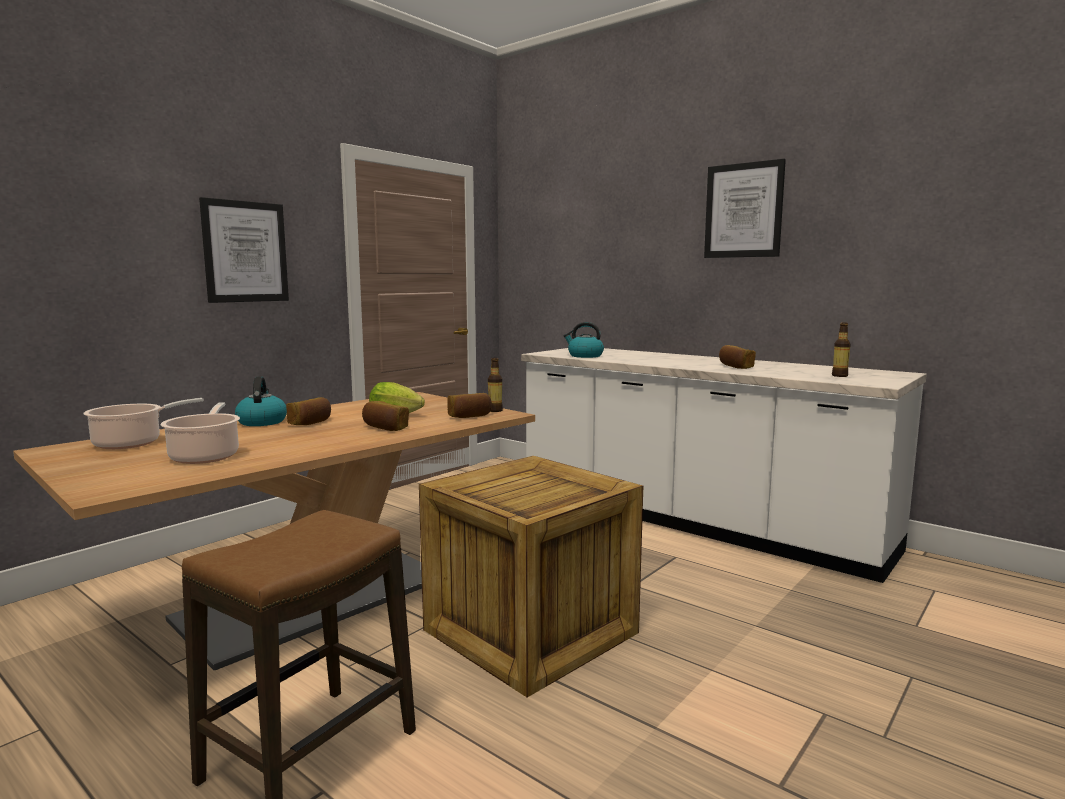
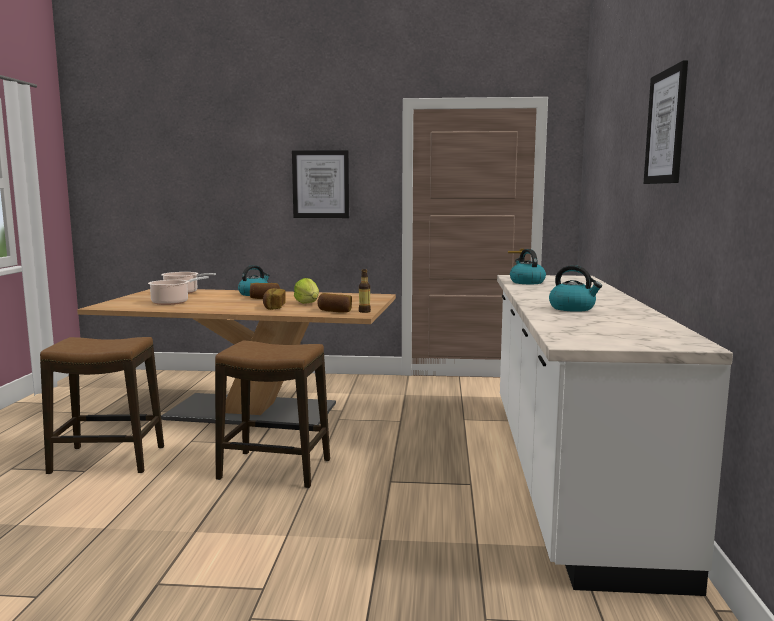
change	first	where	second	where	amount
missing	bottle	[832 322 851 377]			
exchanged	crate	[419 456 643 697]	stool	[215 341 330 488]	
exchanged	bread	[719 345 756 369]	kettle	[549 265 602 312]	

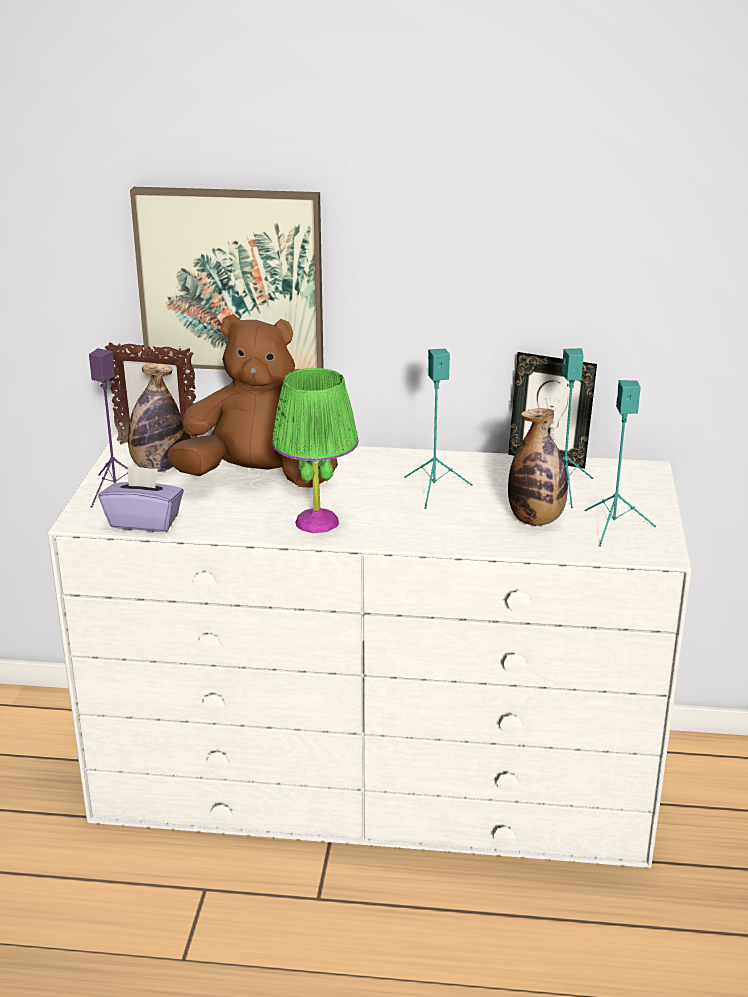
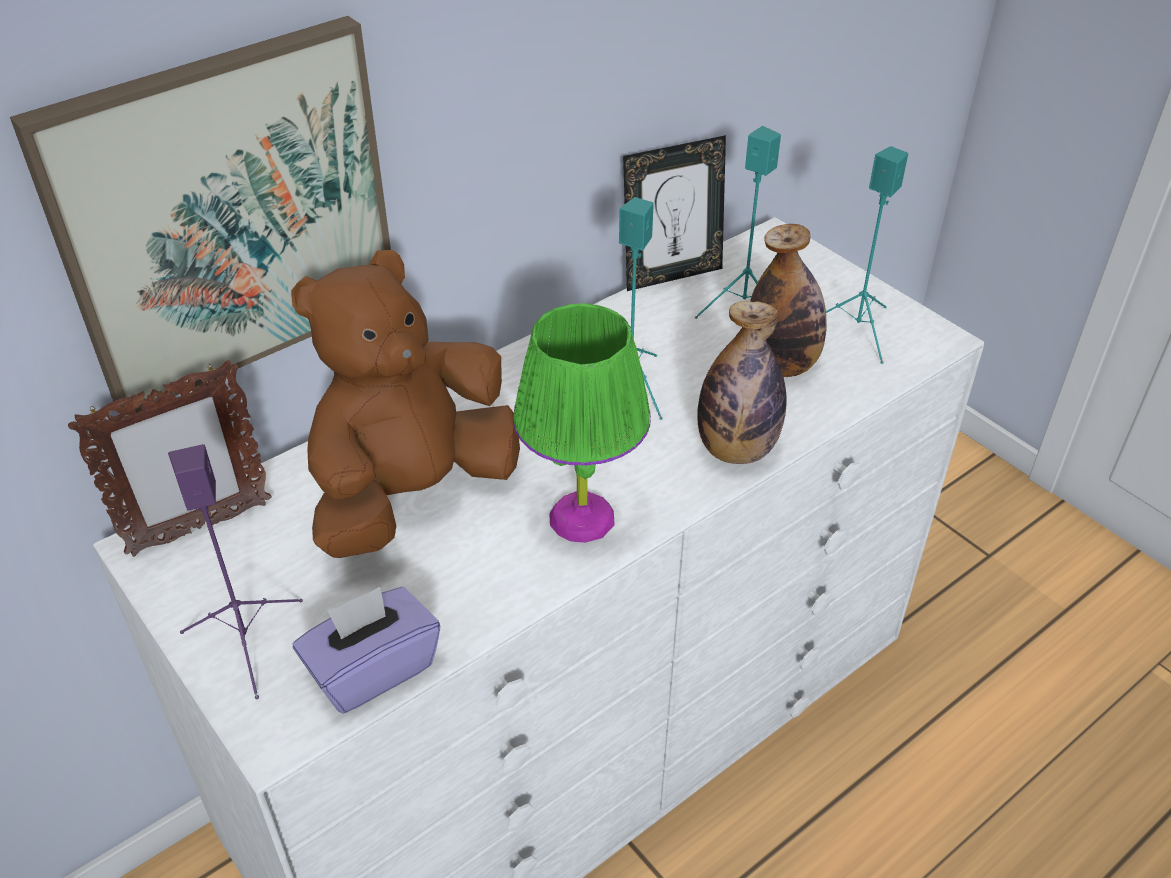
change	first	where	second	where	amount
relocated	bottle	[128 363 183 472]		[697 301 787 464]	

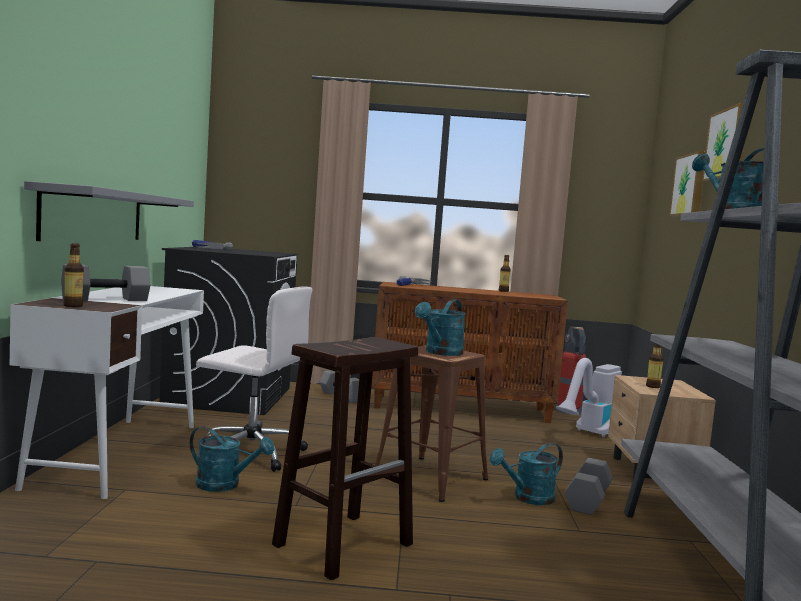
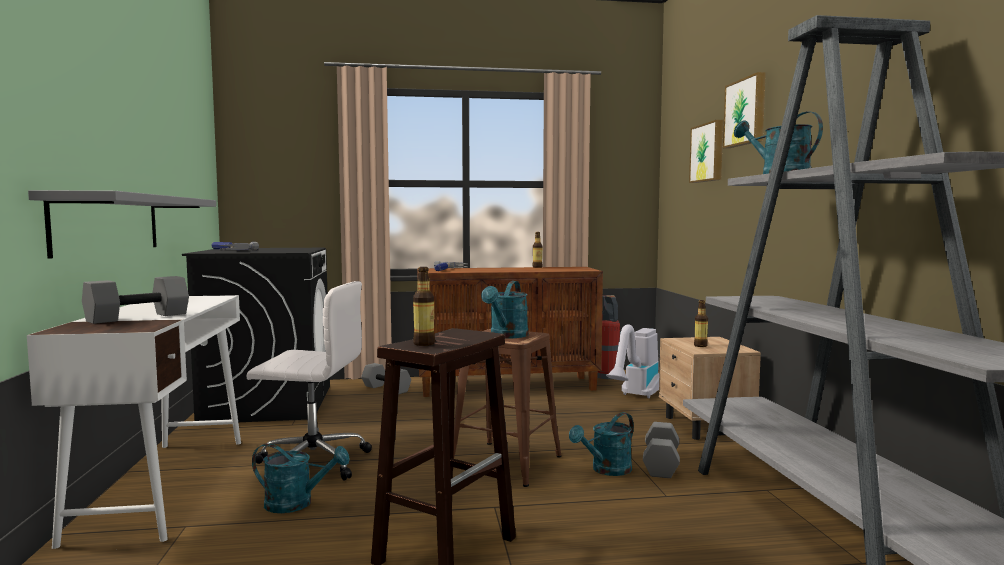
change	first	where	second	where	amount
relocated	bottle	[63 243 84 307]		[413 267 435 346]	

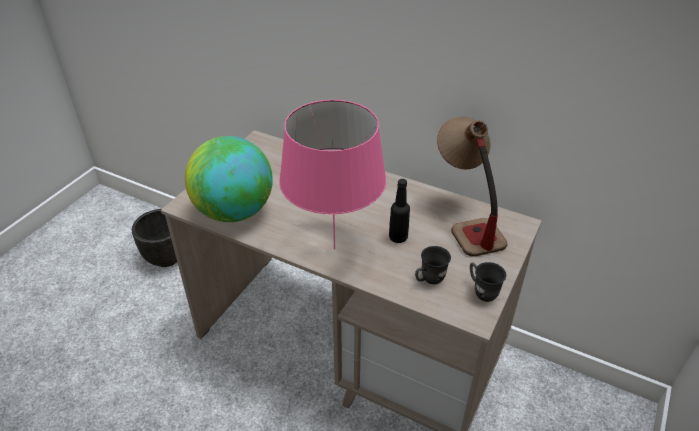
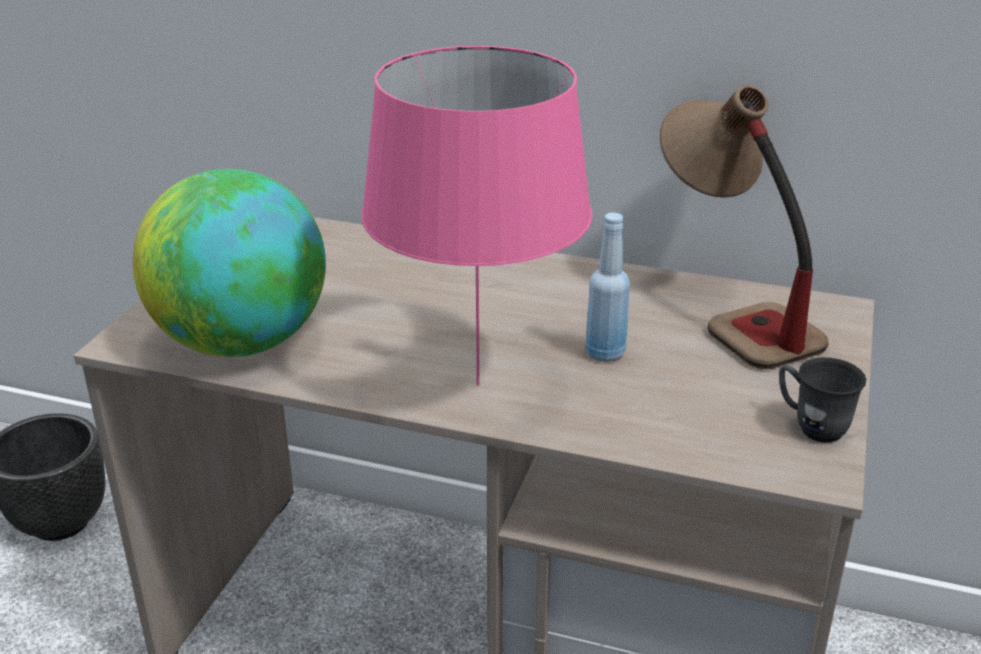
change	first	where	second	where	amount
missing	mug (grey)	[415 246 451 284]			
colour	bottle (black)	[389 179 410 243]	bottle (blue)	[585 212 630 362]	

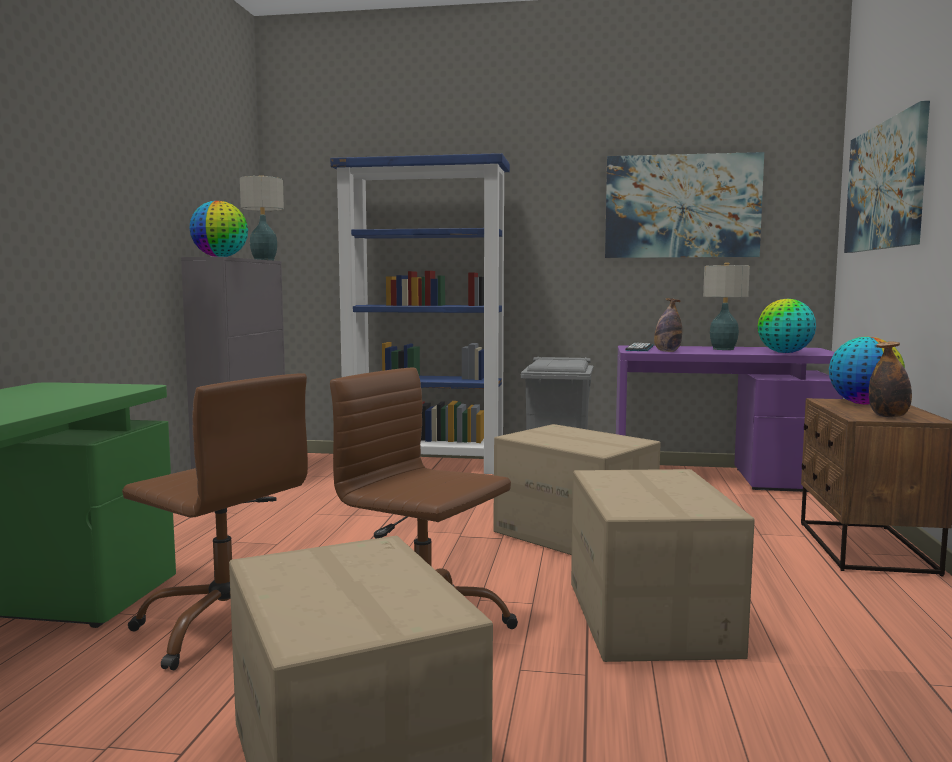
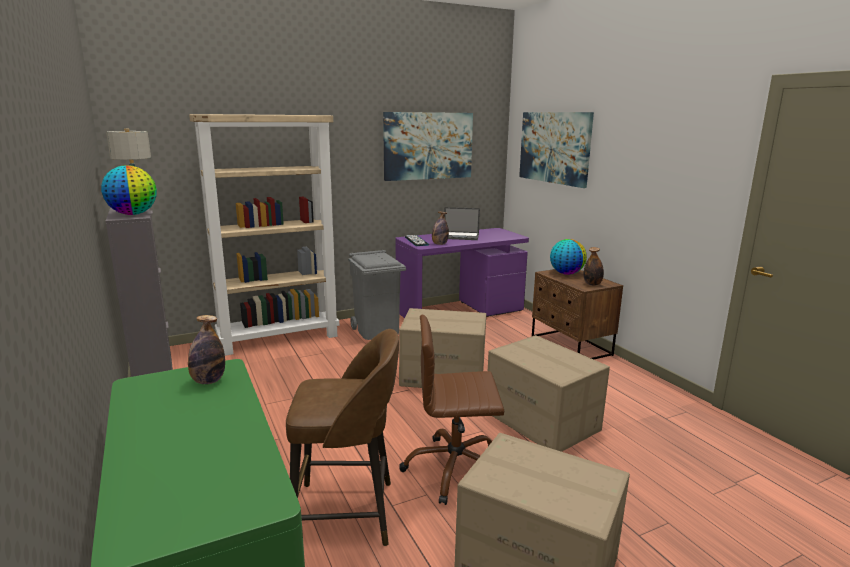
change	first	where	second	where	amount
missing	globe	[758 299 816 353]			
appeared			bottle	[188 315 225 384]	
exchanged	office chair (brown)	[122 373 308 670]	stool (brown)	[286 329 399 546]	
exchanged	table lamp	[703 263 750 350]	laptop	[444 207 480 240]	
colour	bookcase (blue)	[330 153 510 474]	bookcase (beige)	[189 114 339 356]	

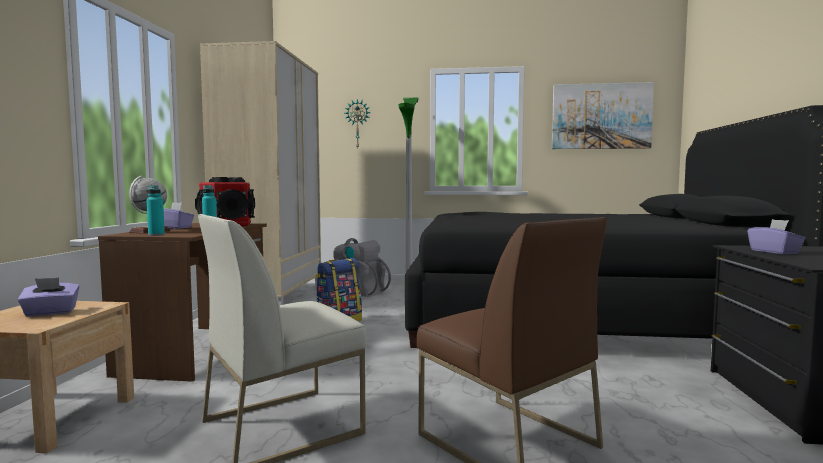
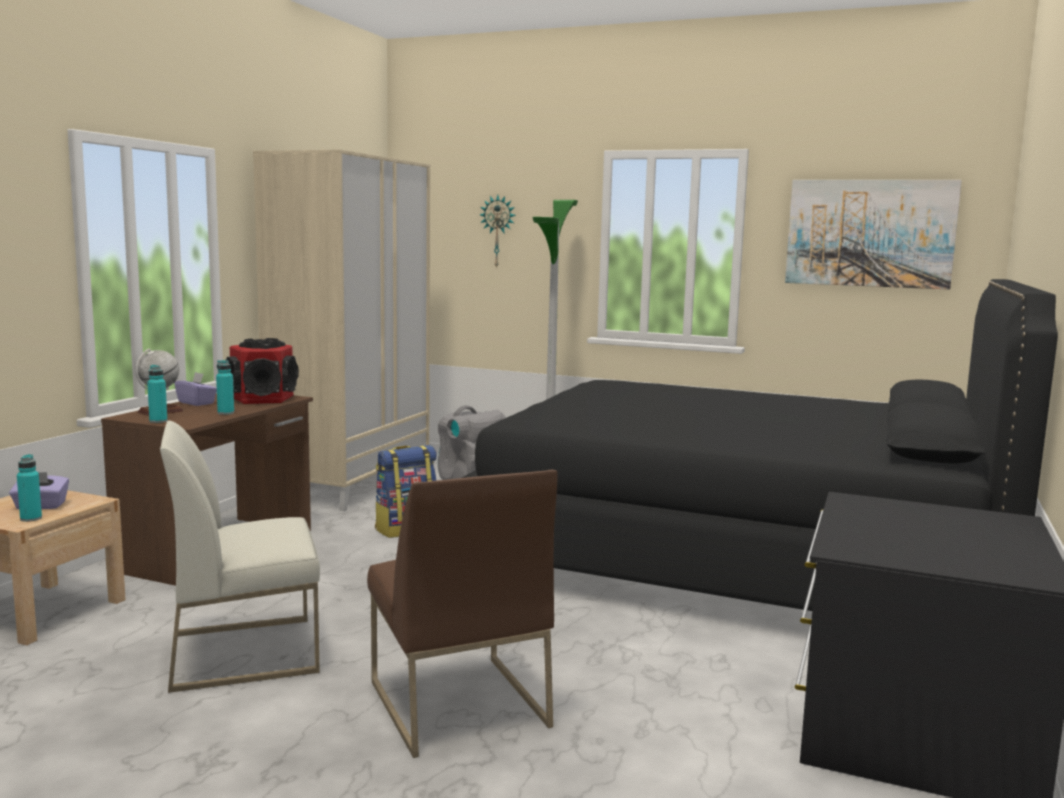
change	first	where	second	where	amount
missing	tissue box (purple)	[747 219 806 254]			
appeared			bottle (turquoise)	[17 454 42 522]	

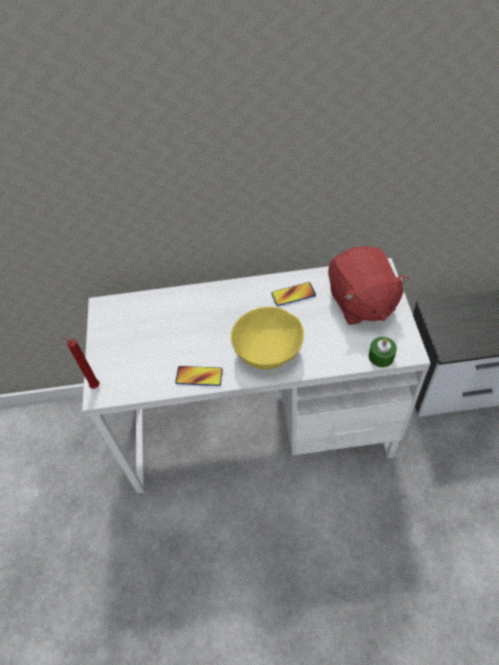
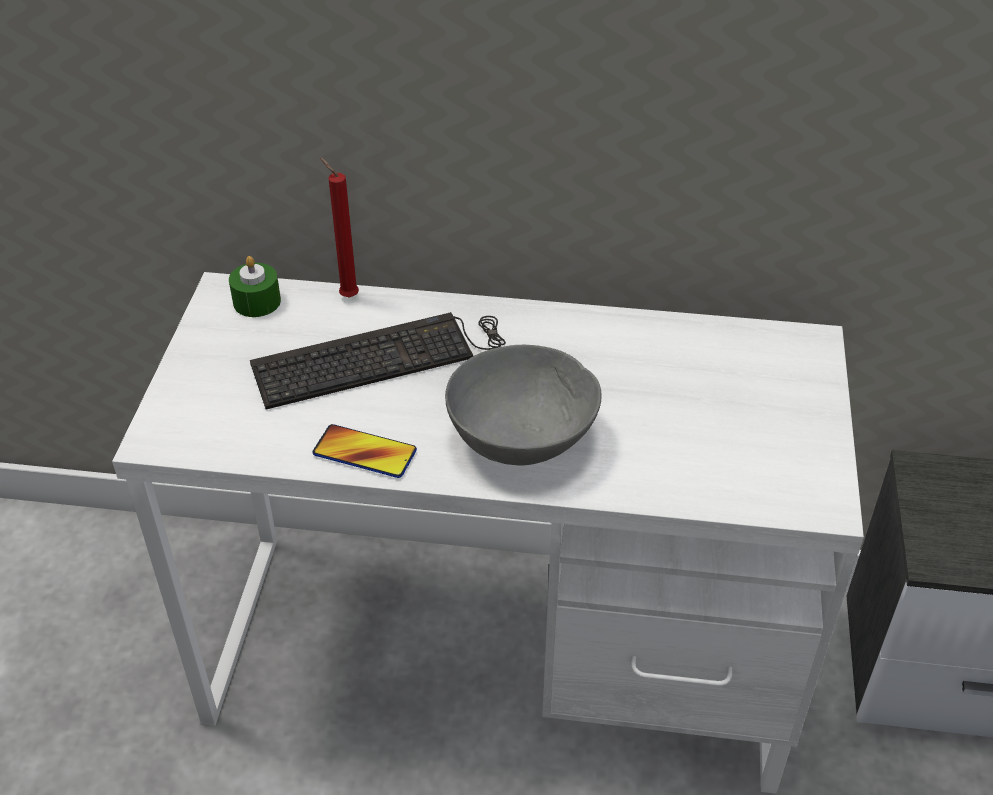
change	first	where	second	where	amount
missing	phone	[271 282 316 306]			
missing	plush toy (red)	[328 246 409 325]			
appeared			keyboard	[250 312 506 409]	
relocated	candle (red)	[59 335 100 389]		[320 158 359 298]	
relocated	candle (green)	[369 337 397 367]		[229 256 281 317]	
colour	bowl (yellow)	[231 307 304 370]	bowl (grey)	[445 345 602 465]	

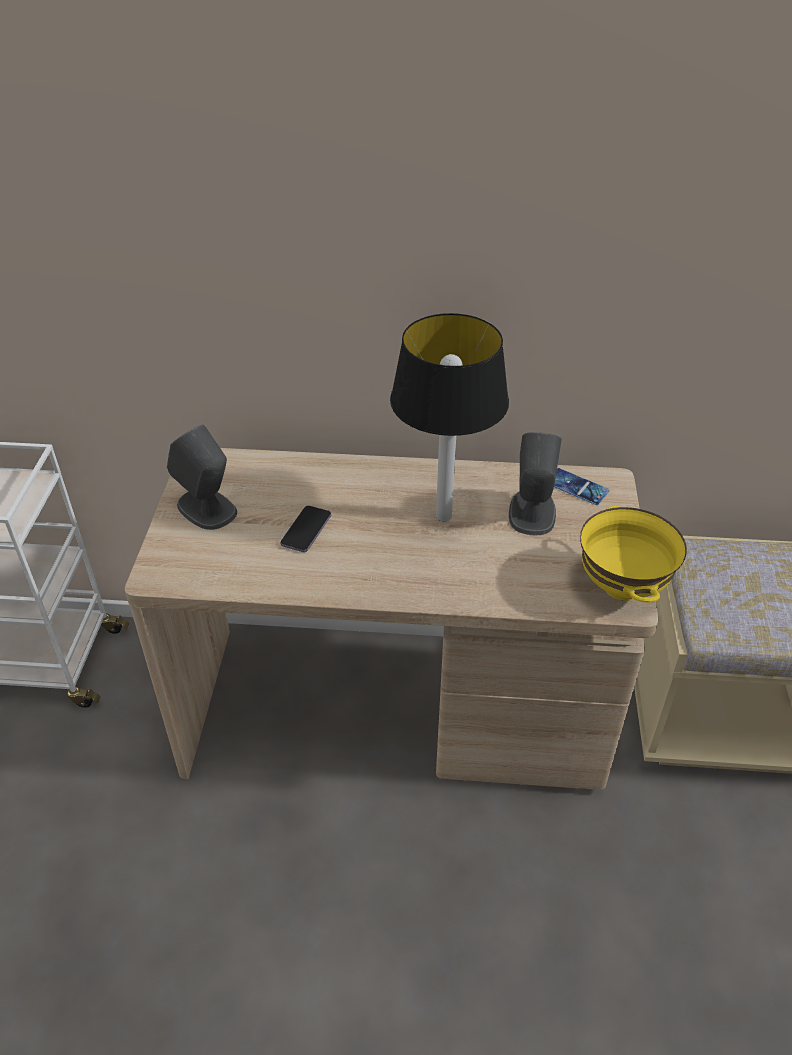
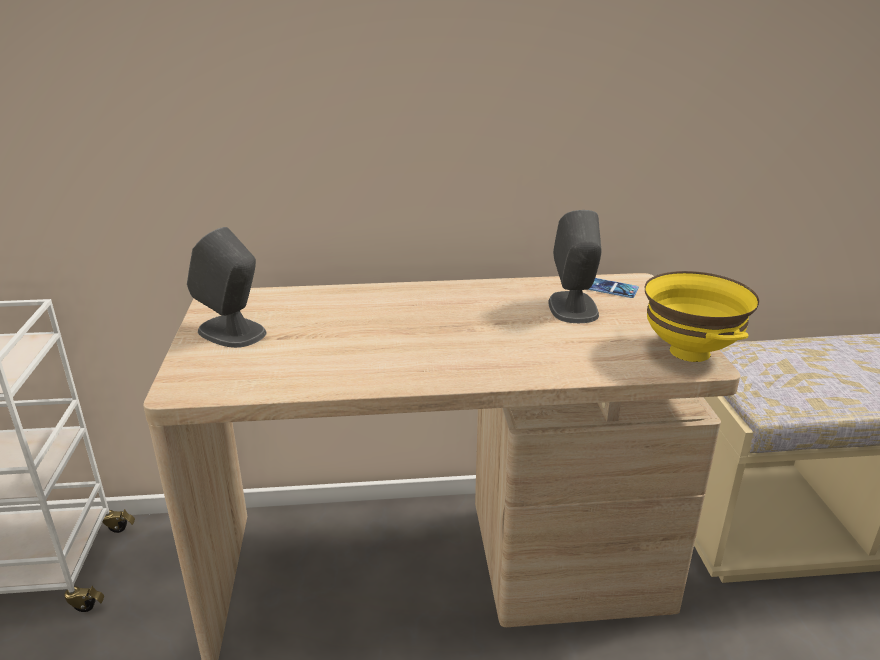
change	first	where	second	where	amount
missing	phone	[280 506 331 552]			
missing	table lamp	[390 313 509 521]			

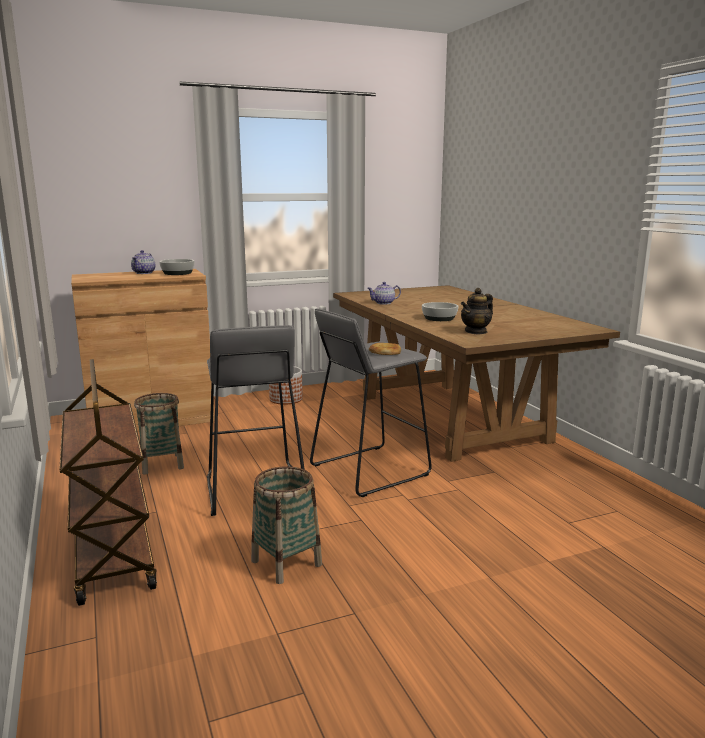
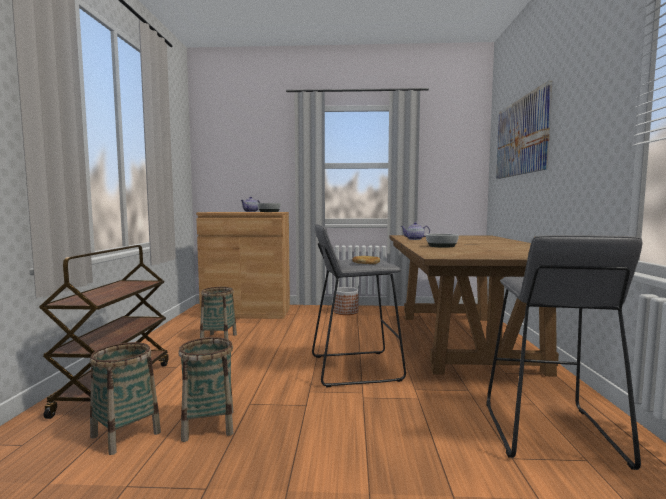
change	first	where	second	where	amount
missing	teapot	[461 288 493 335]			
appeared			basket	[90 342 161 455]	
appeared			picture	[496 81 552 179]	
relocated	stool (grey)	[207 325 305 516]		[486 235 643 470]	

